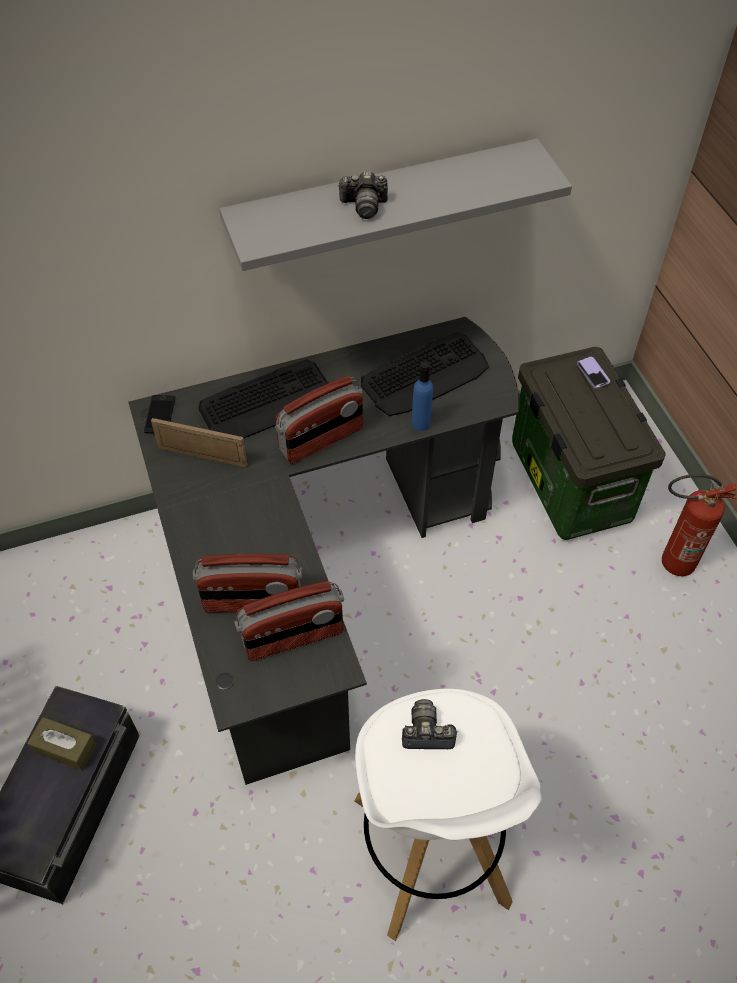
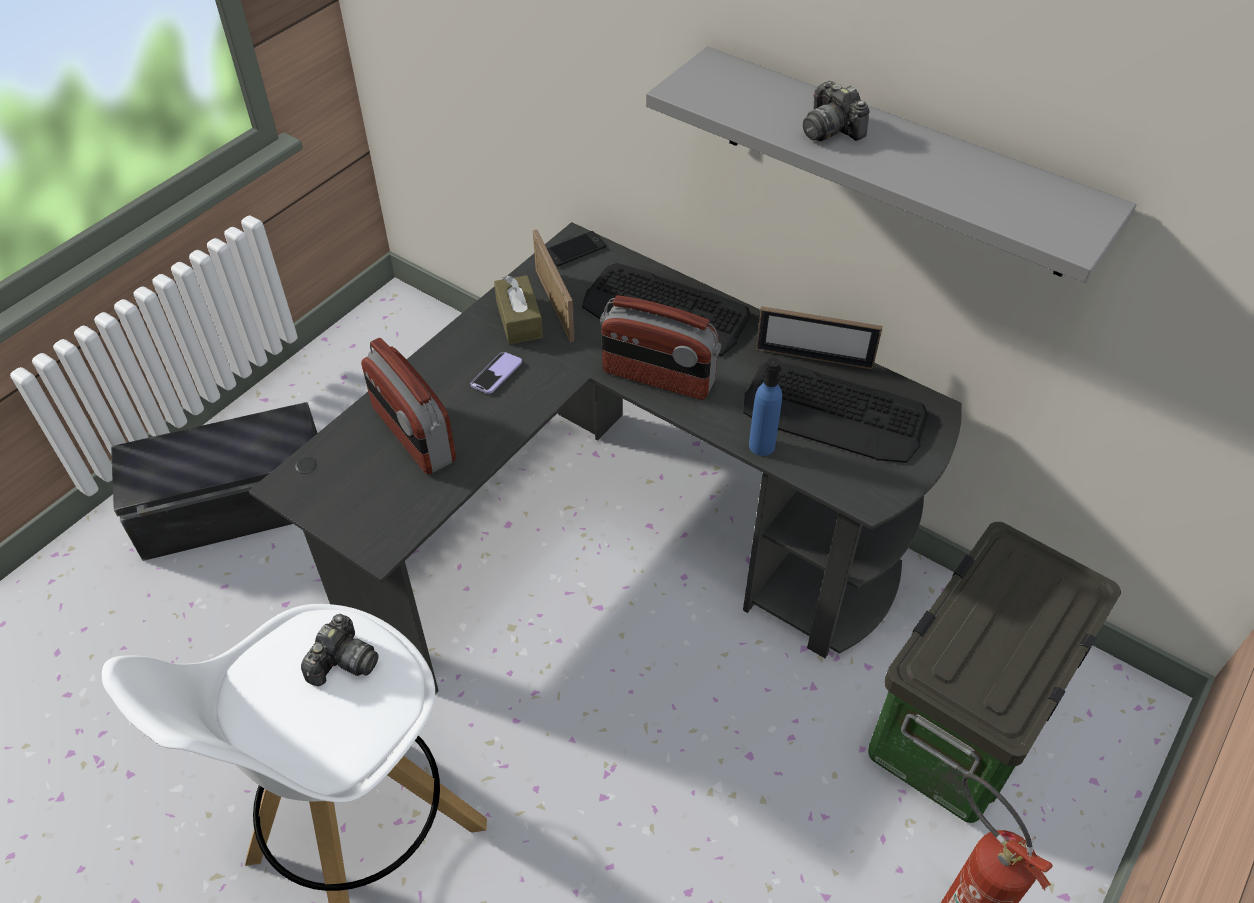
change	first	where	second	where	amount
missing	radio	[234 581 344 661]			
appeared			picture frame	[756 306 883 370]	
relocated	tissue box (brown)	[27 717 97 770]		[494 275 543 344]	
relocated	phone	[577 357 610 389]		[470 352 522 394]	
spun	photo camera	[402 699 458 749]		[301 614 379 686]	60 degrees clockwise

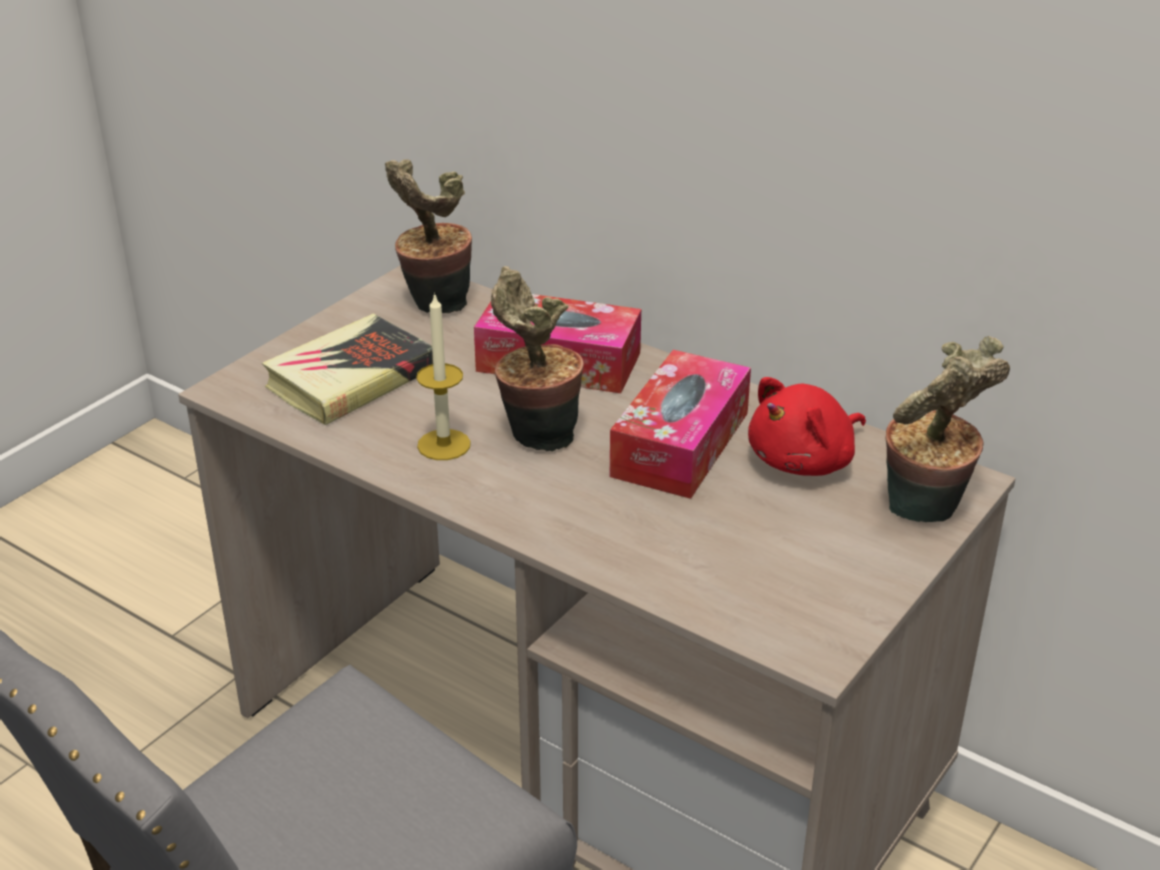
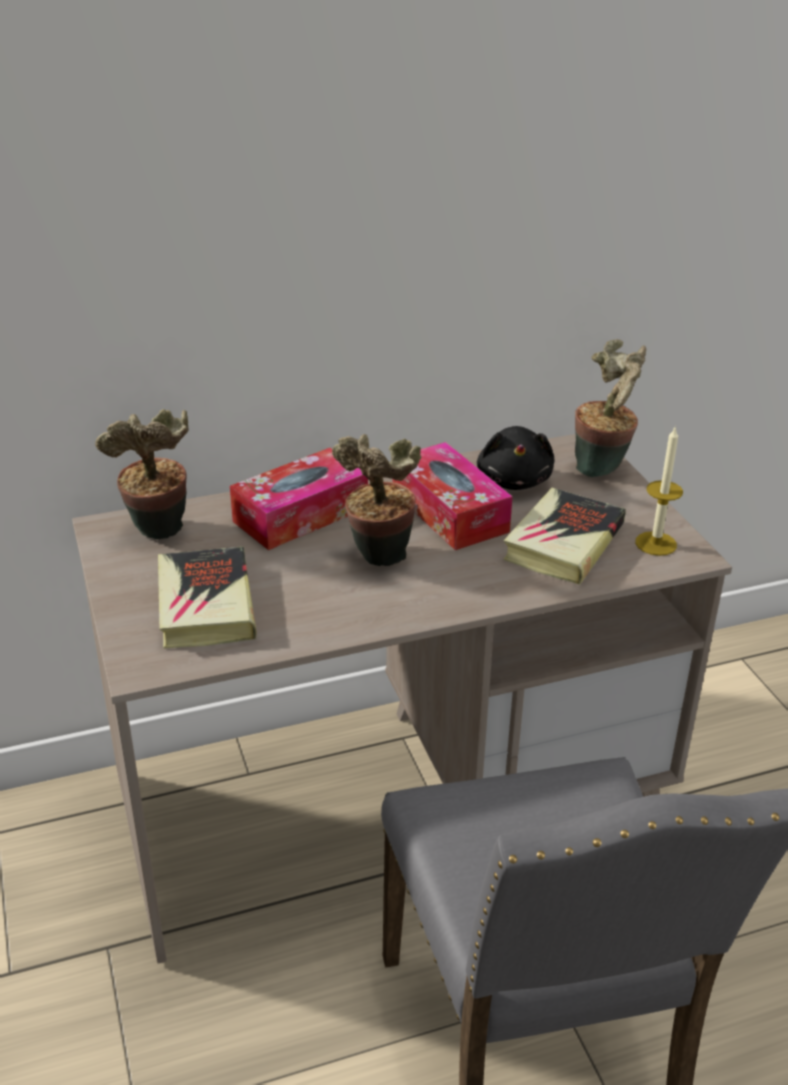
change	first	where	second	where	amount
appeared			book	[503 488 626 585]	
relocated	candle	[416 293 471 460]		[635 426 683 556]	
colour	plush toy (red)	[748 377 866 476]	plush toy (black)	[477 426 554 490]	

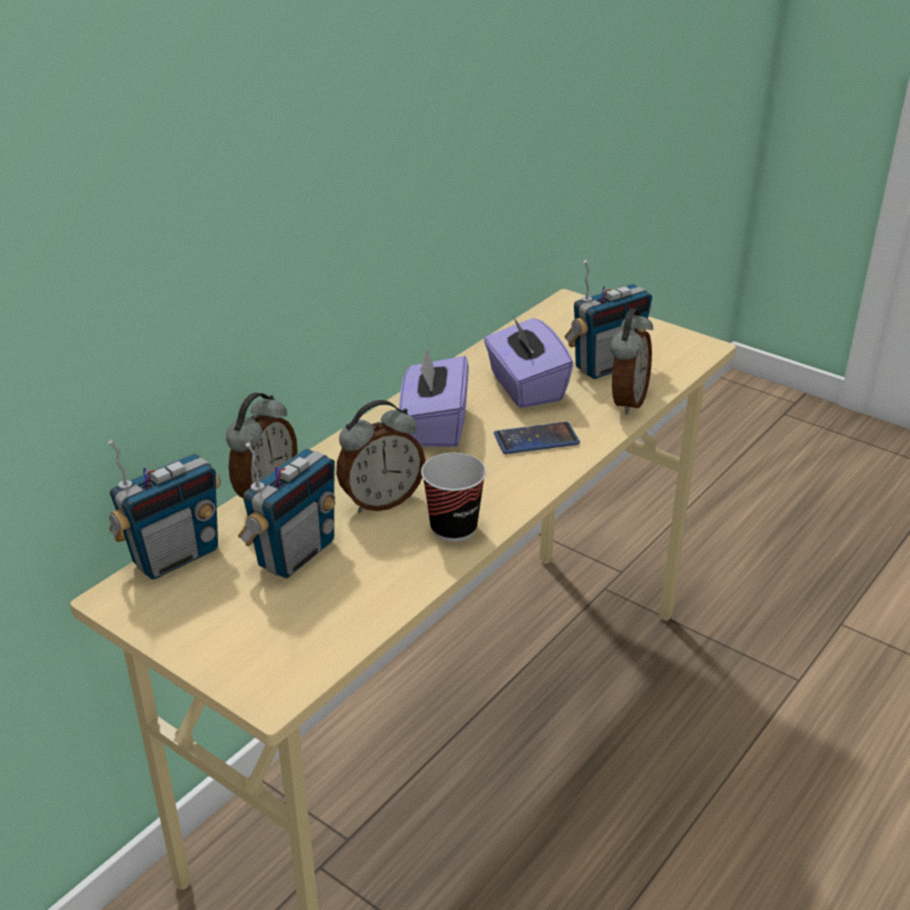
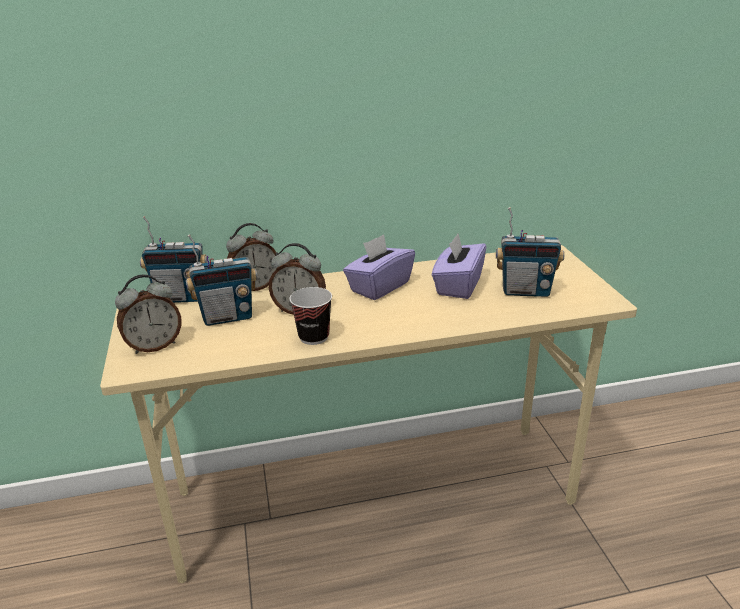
change	first	where	second	where	amount
missing	phone	[494 422 580 454]			
relocated	alarm clock	[610 309 653 415]		[115 274 182 354]	

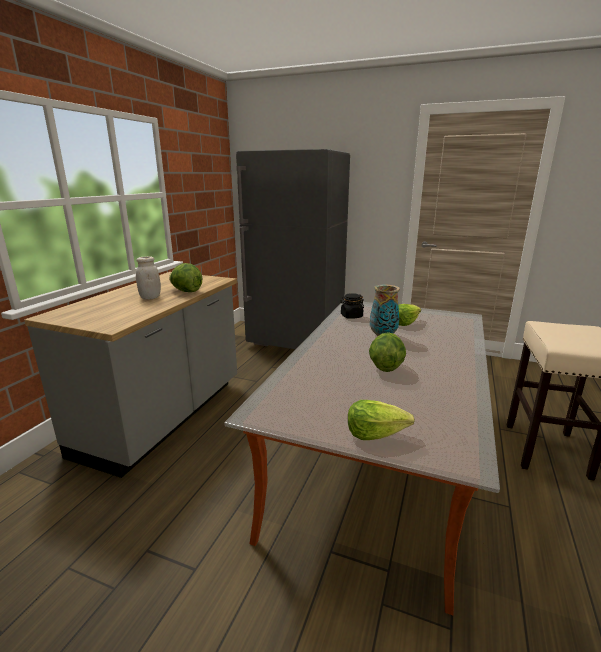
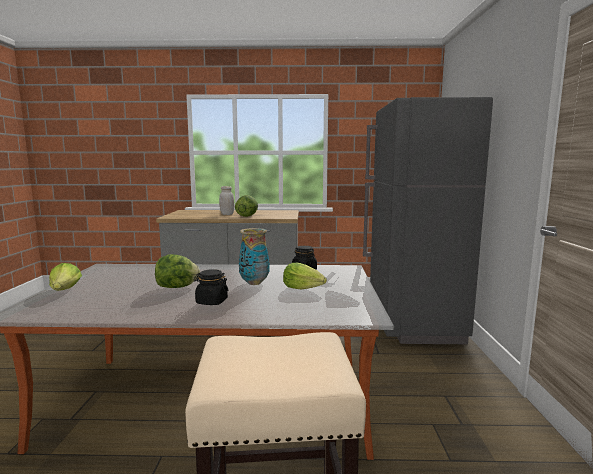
change	first	where	second	where	amount
appeared			jar (black)	[194 269 228 305]	

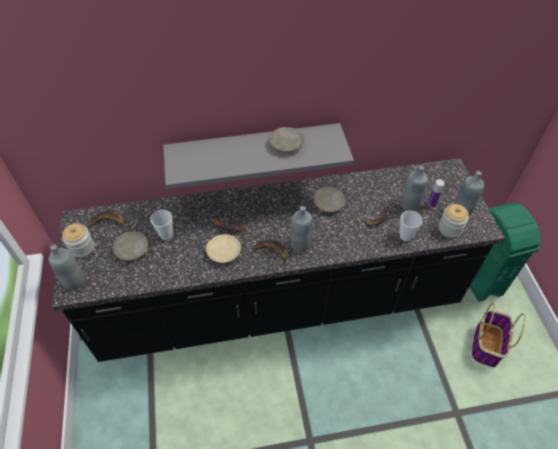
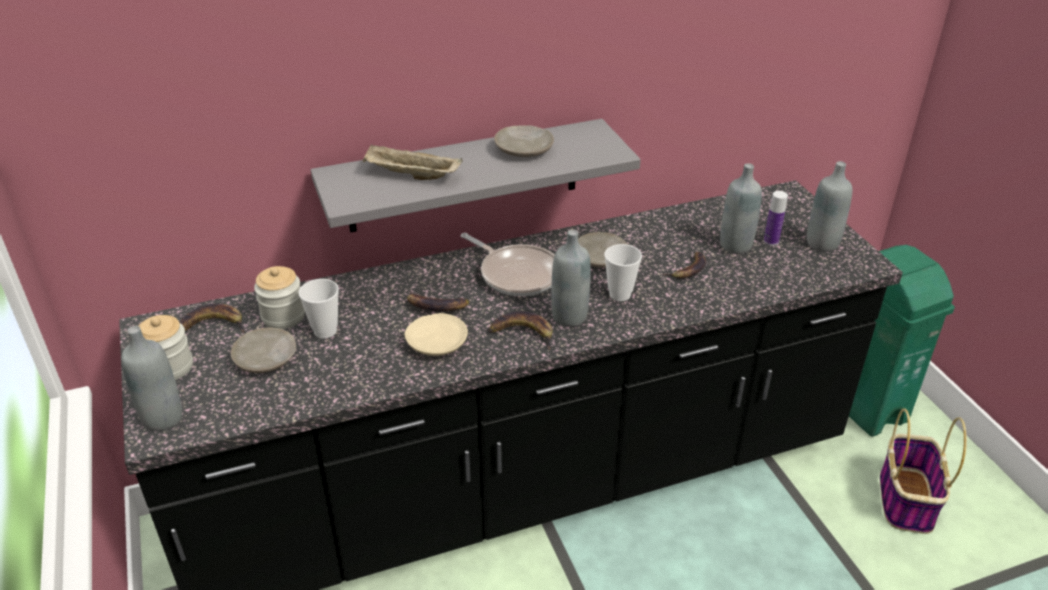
change	first	where	second	where	amount
appeared			tray (beige)	[362 144 463 180]	
appeared			frying pan	[461 233 555 296]	
relocated	cup	[399 211 423 241]		[604 244 642 301]	
relocated	jar	[438 204 469 238]		[254 266 305 329]	

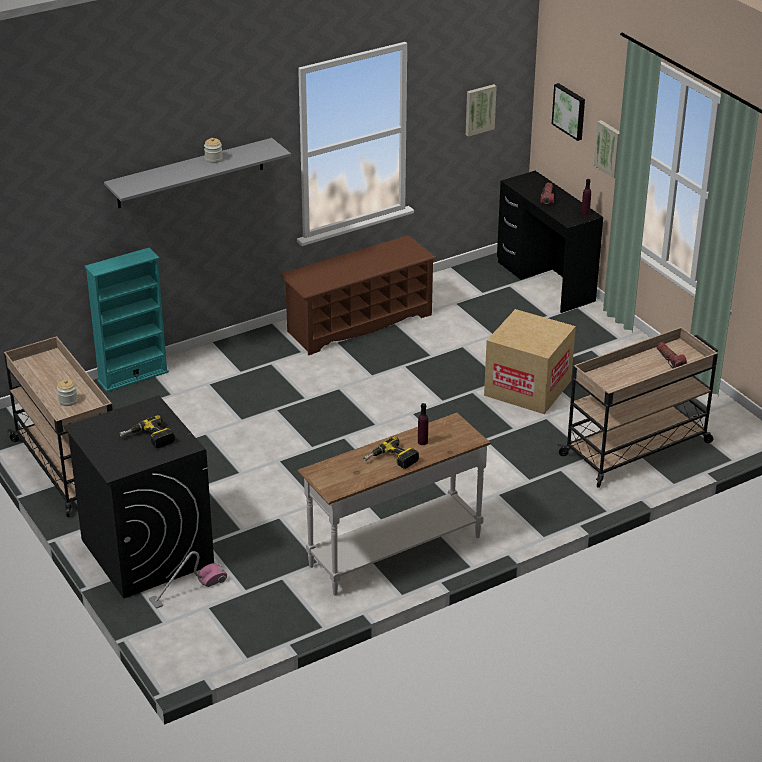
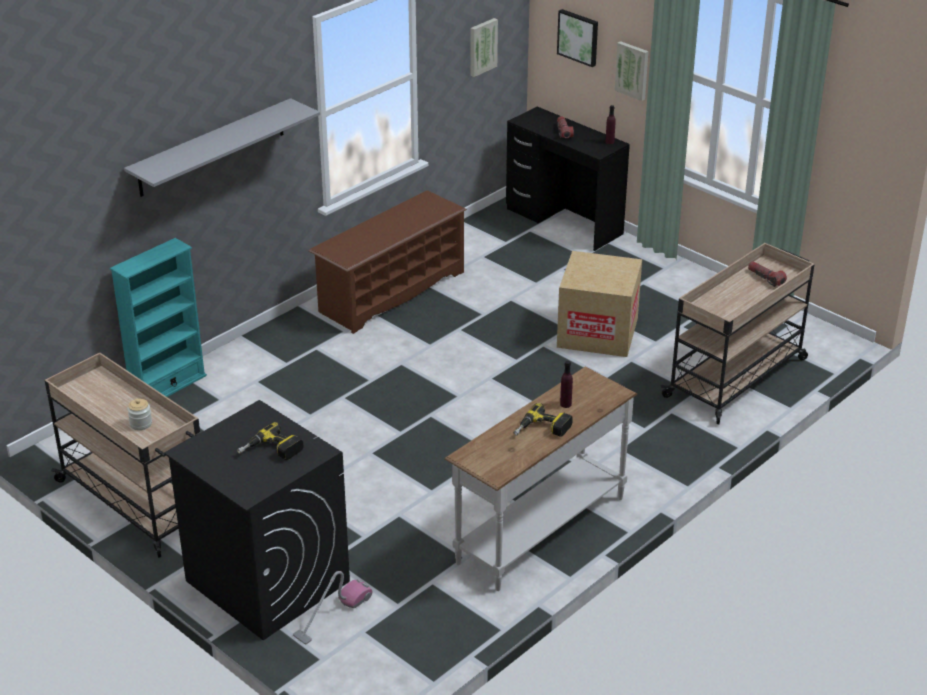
change	first	where	second	where	amount
missing	jar	[204 138 223 163]			

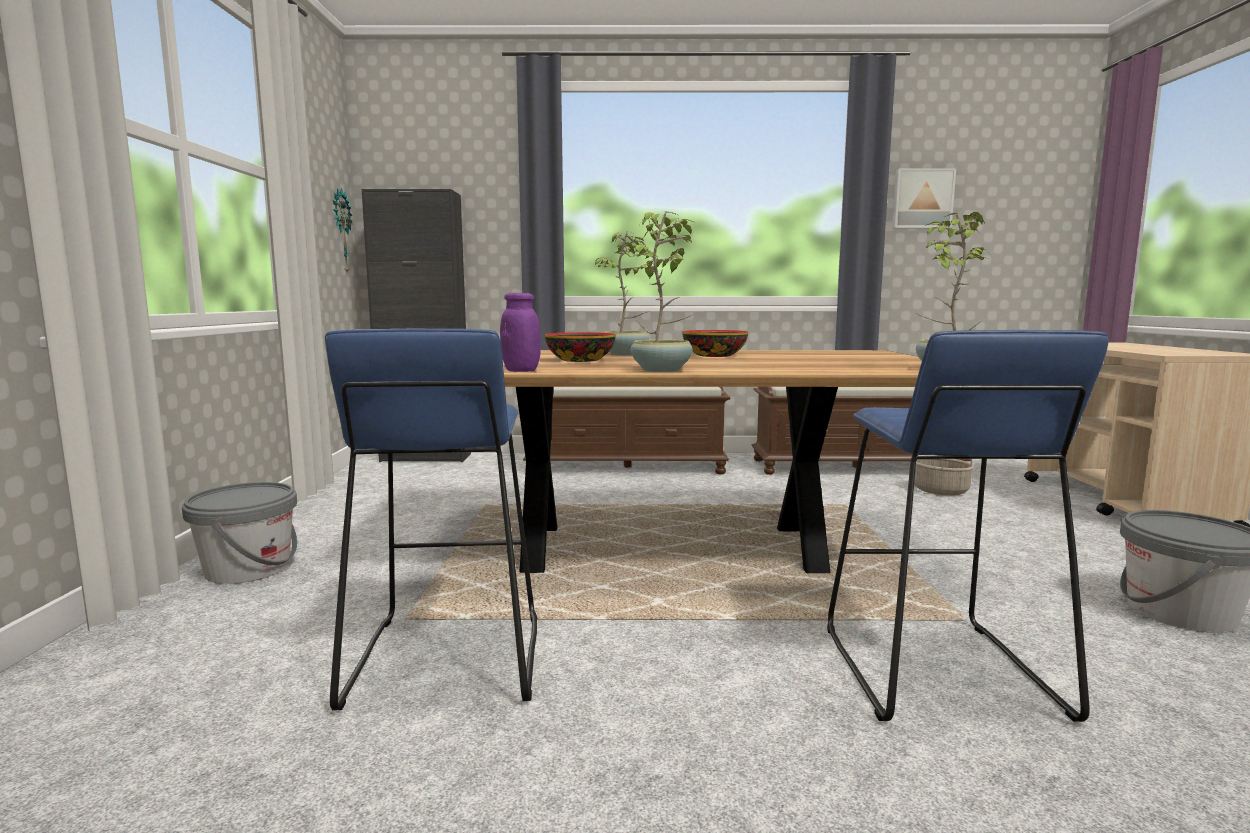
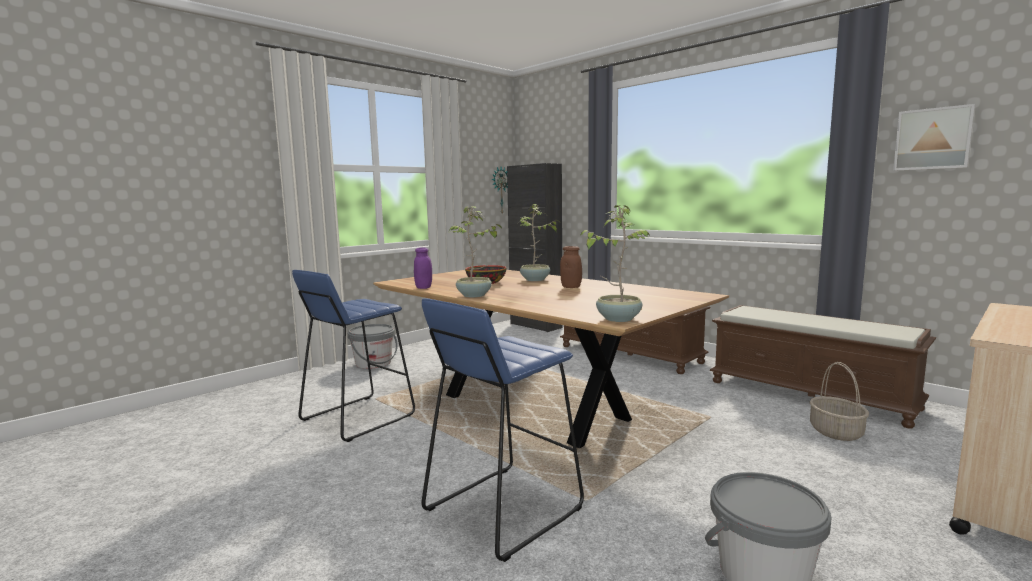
change	first	where	second	where	amount
exchanged	bowl	[682 330 748 357]	jar (brown)	[560 246 582 288]	

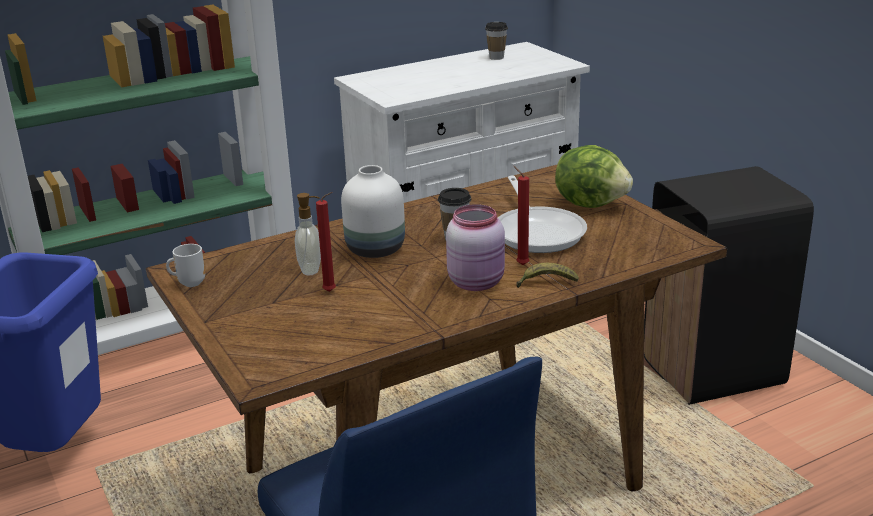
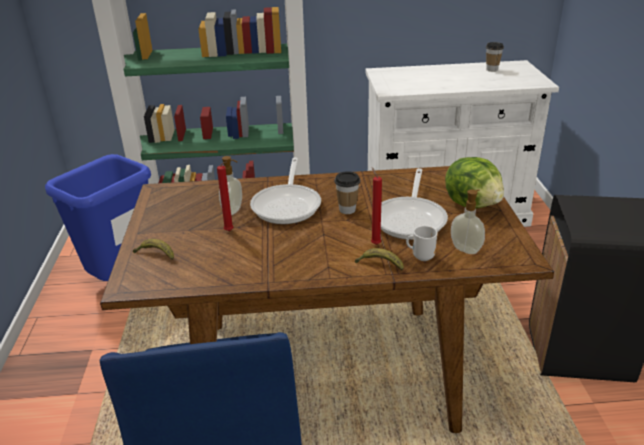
change	first	where	second	where	amount
missing	jar (pink)	[446 204 505 291]			
appeared			banana	[133 239 174 260]	
appeared			soap dispenser	[451 189 485 254]	
relocated	mug	[166 244 205 287]		[406 226 437 261]	
exchanged	vase (white)	[341 165 405 258]	frying pan	[250 157 321 224]	

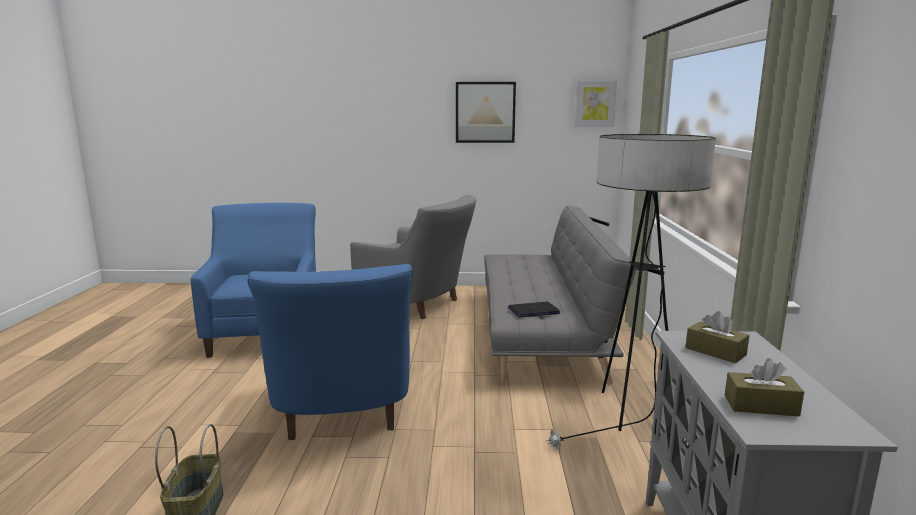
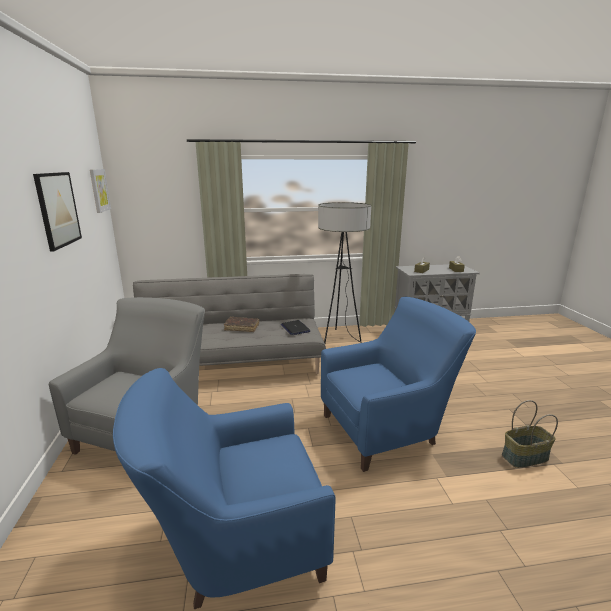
change	first	where	second	where	amount
appeared			book (brown)	[224 317 259 332]	

